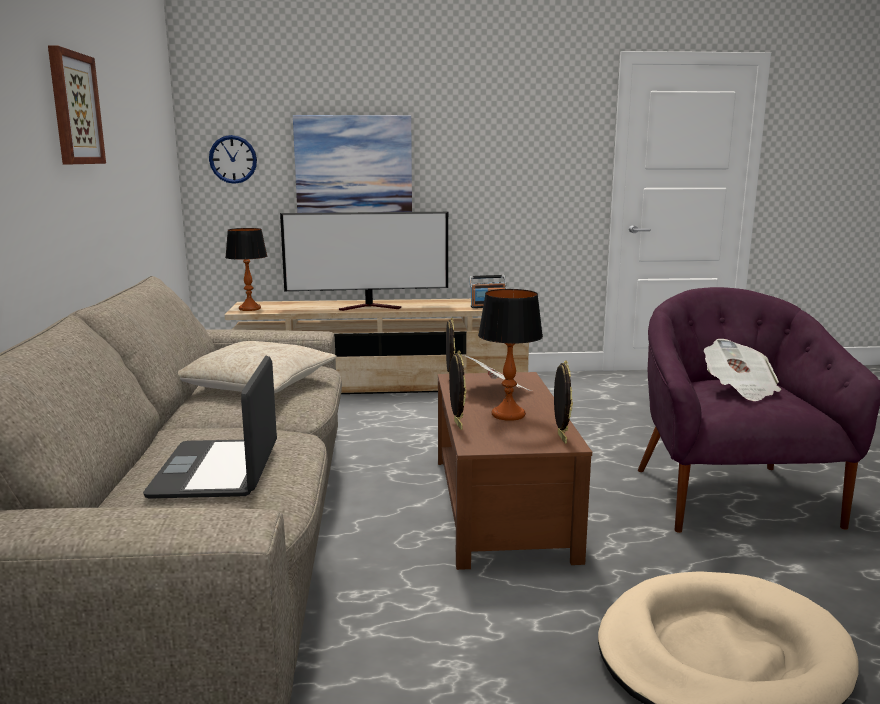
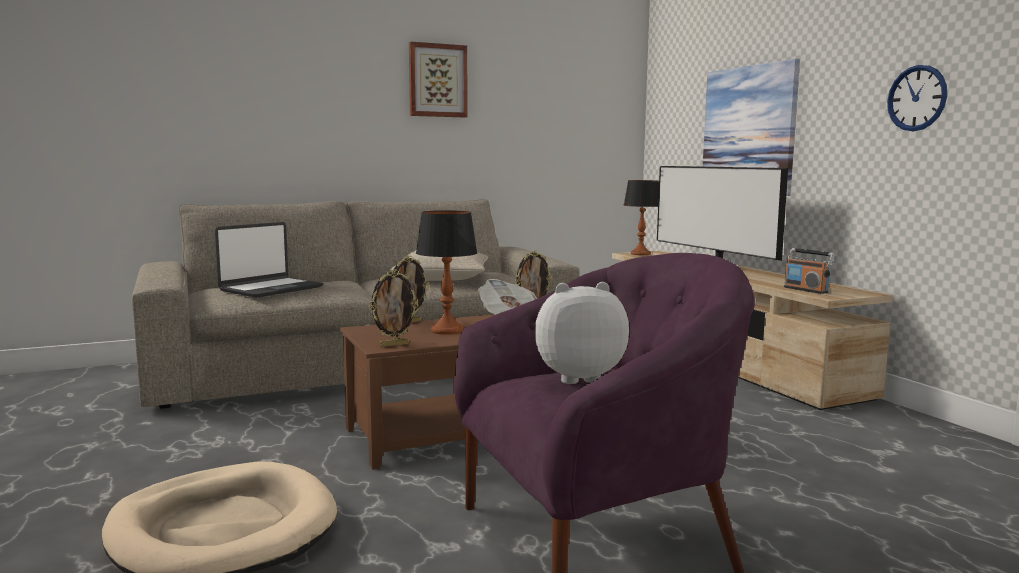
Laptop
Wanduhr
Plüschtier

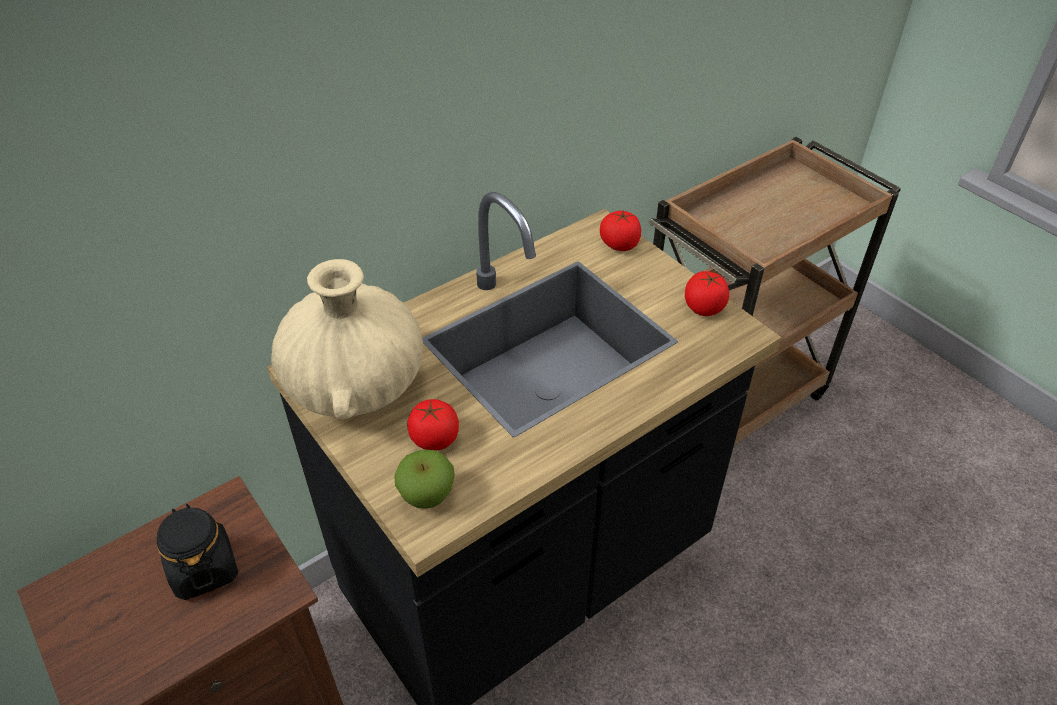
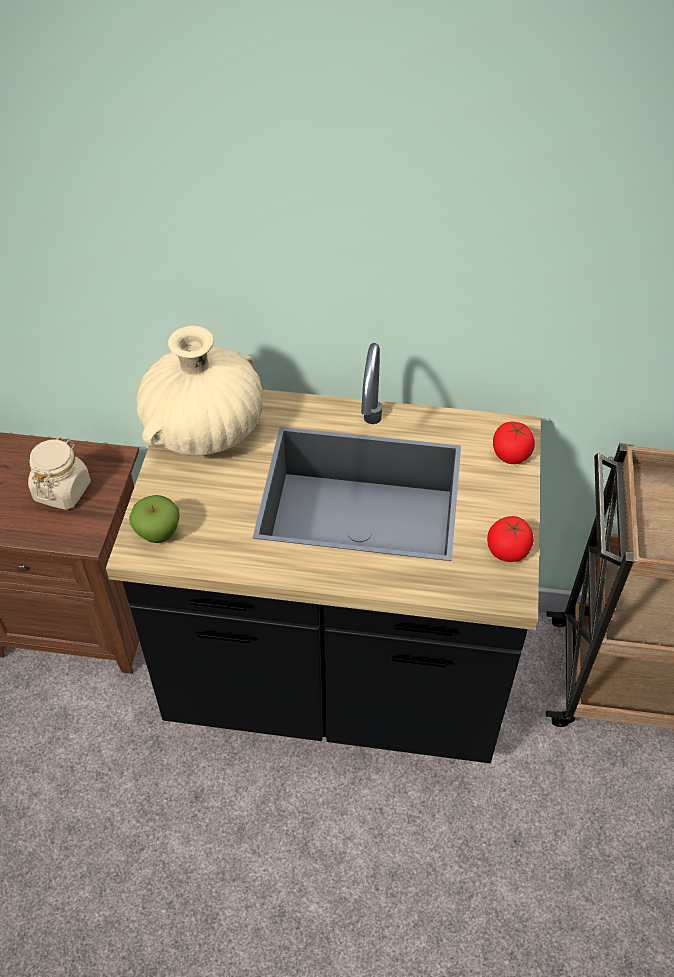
Vorratsglas (beige)
Tomate (1st from left in the first image)

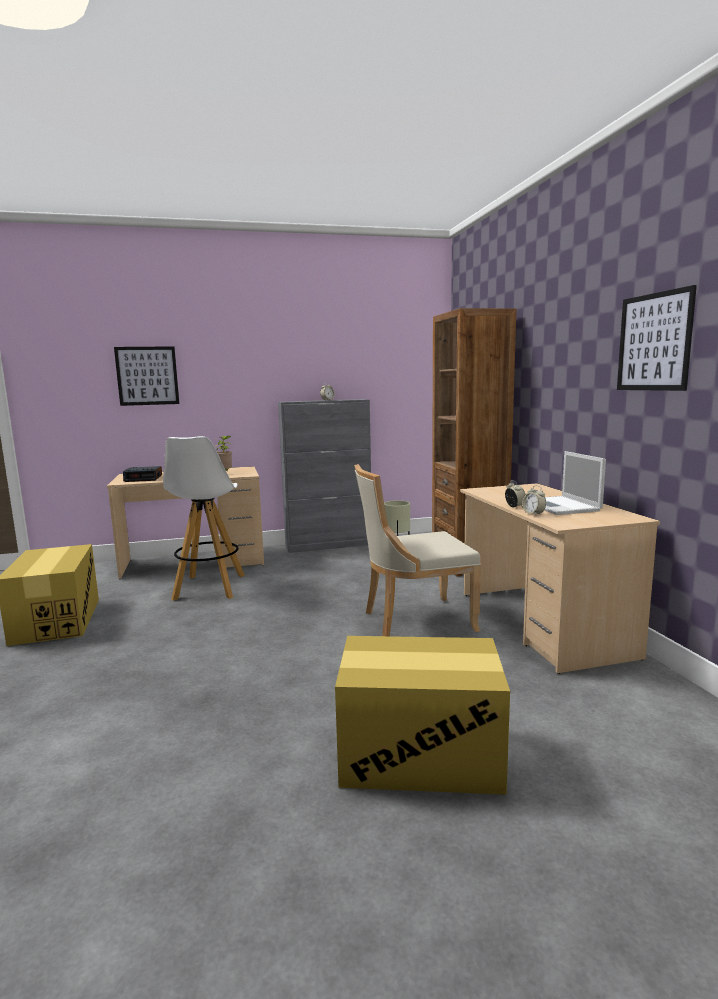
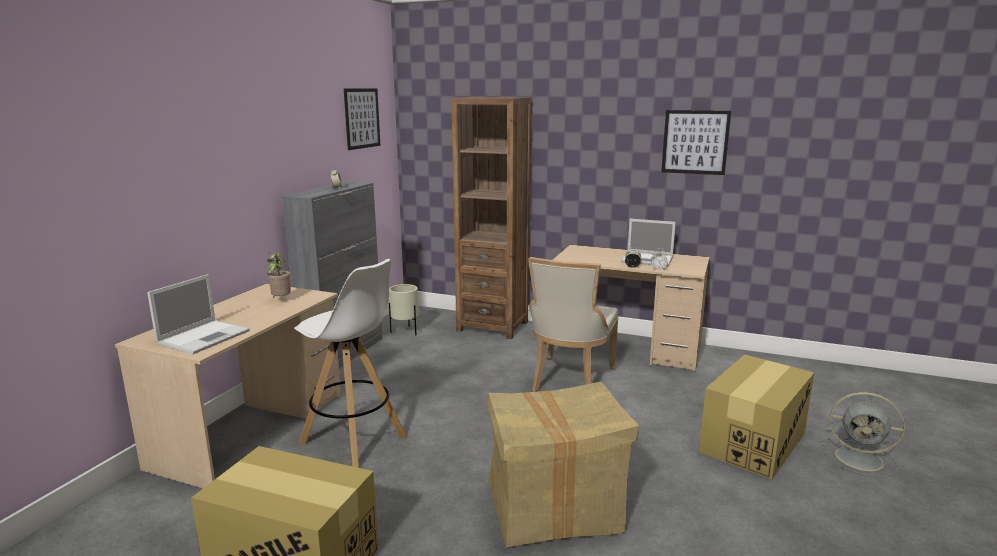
Bild (1st from left)
Laptop (1st from left)
Karton (2nd from left)
Ventilator (grau)

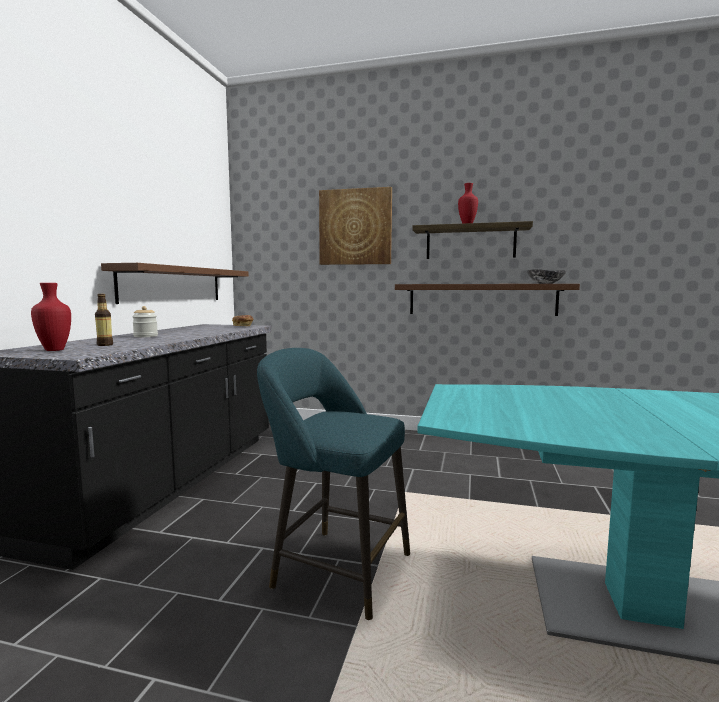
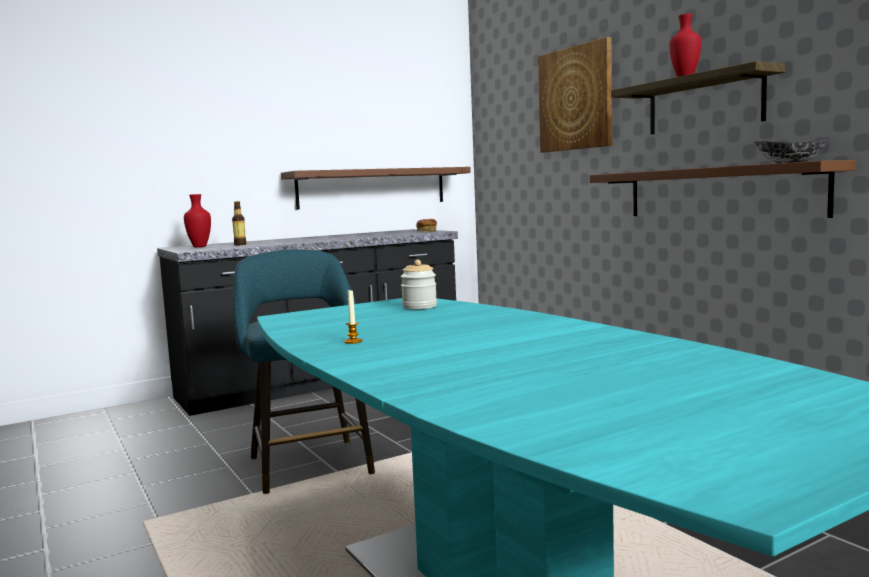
Vorratsglas
Kerze

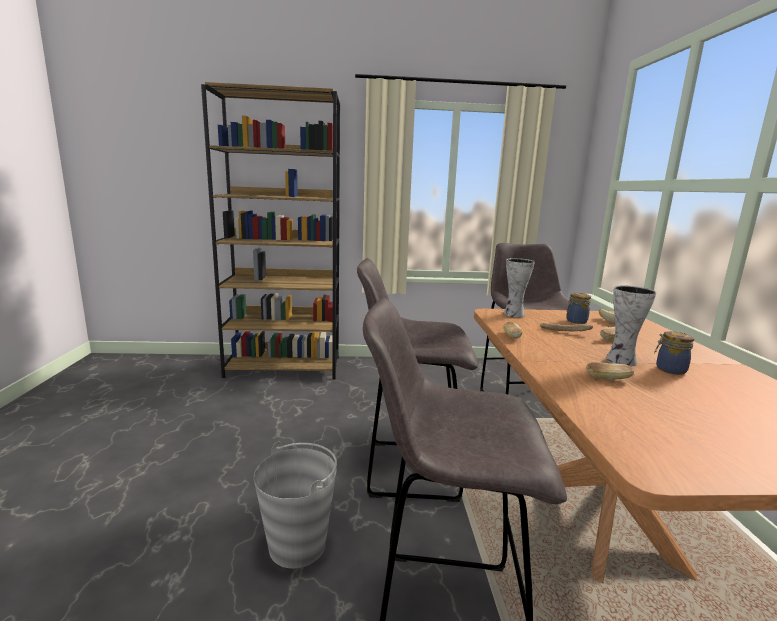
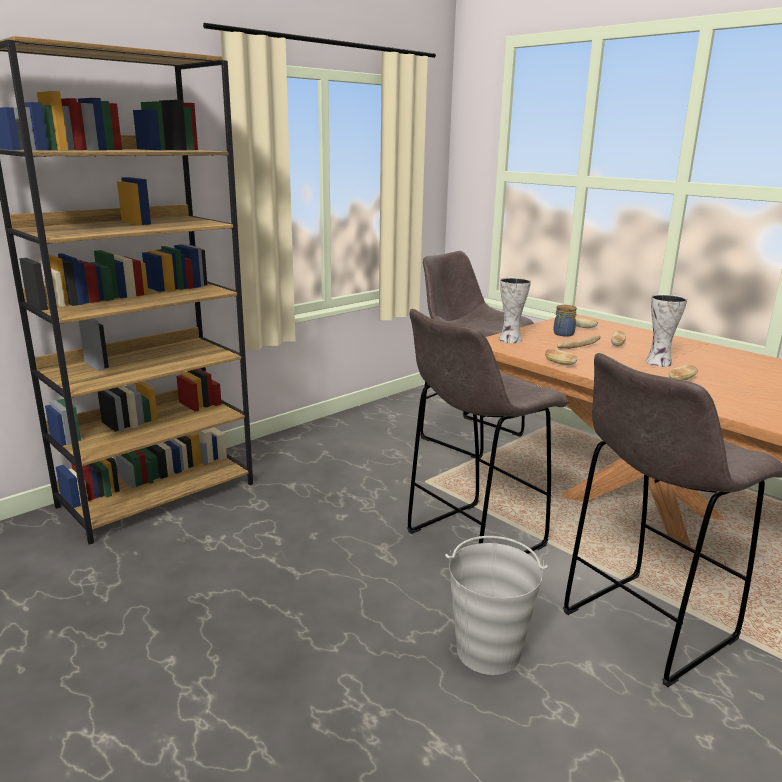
Vorratsglas (2nd from left in the first image)

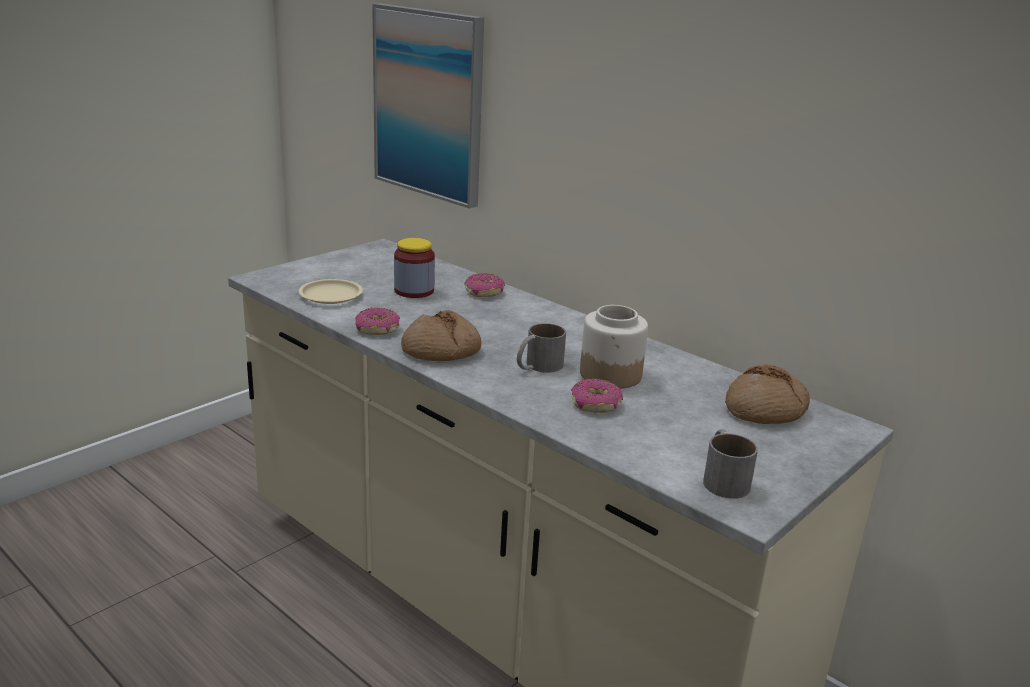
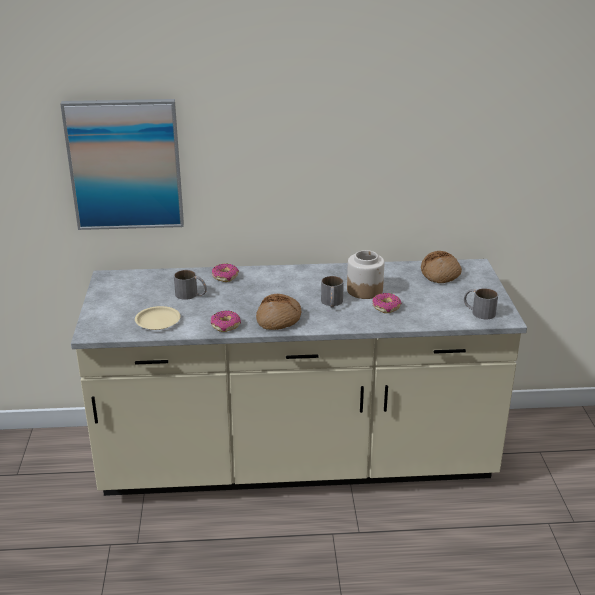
Henkelbecher (grau) (1st from left)

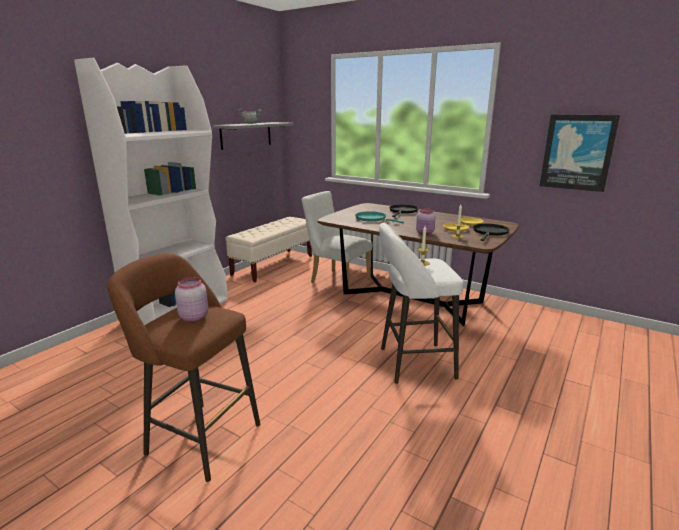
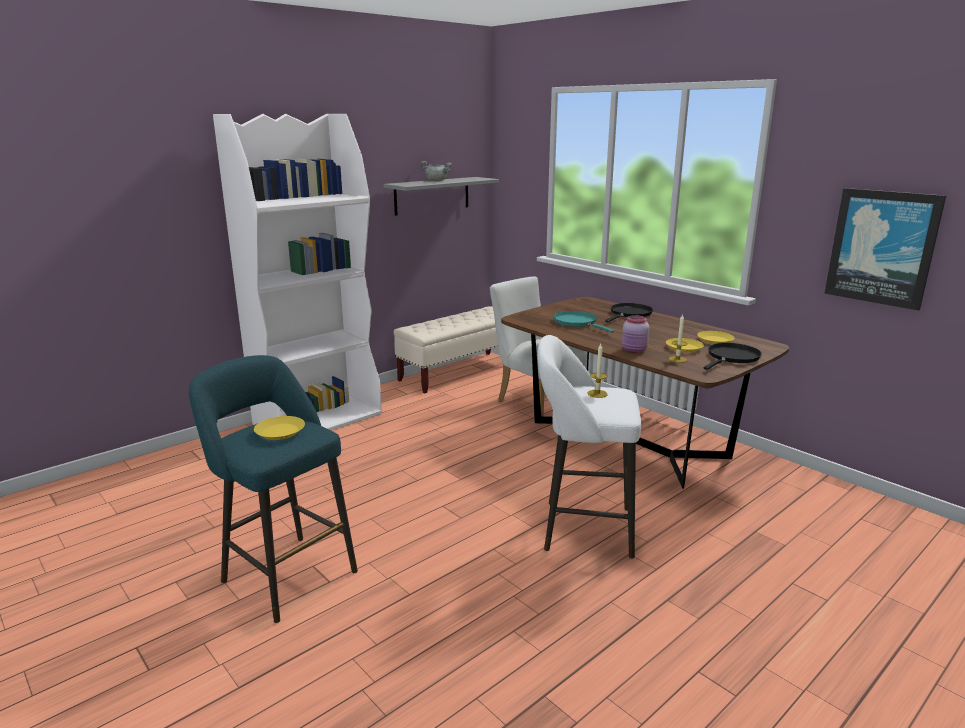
Hocker (türkis)
Teller (gelb) (1st from left)

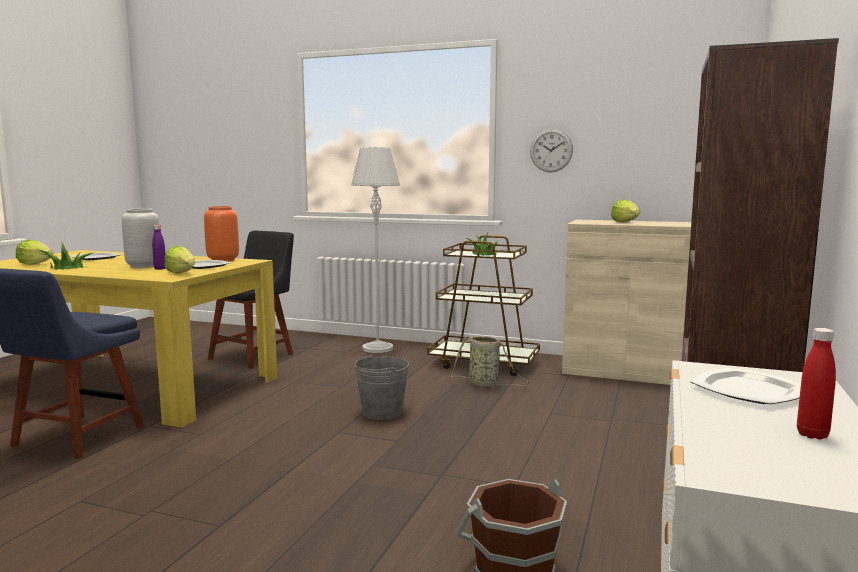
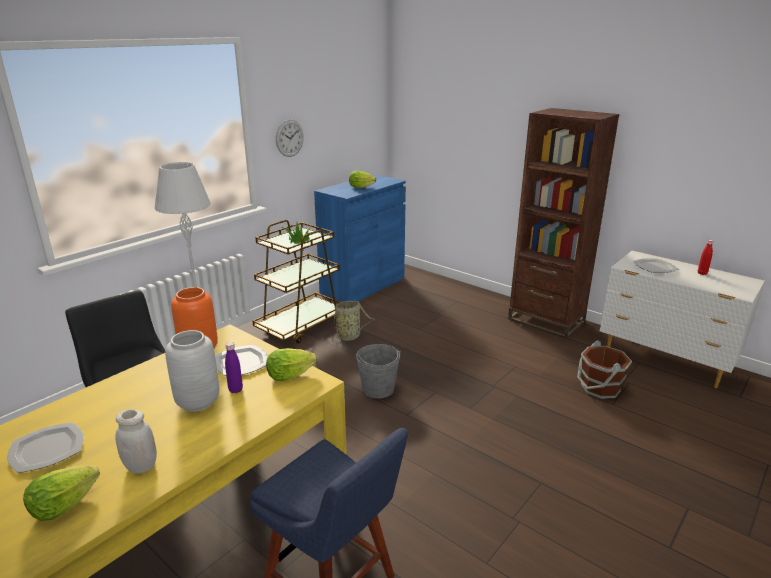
Vorratsglas (weiß)
Schrank (blau)

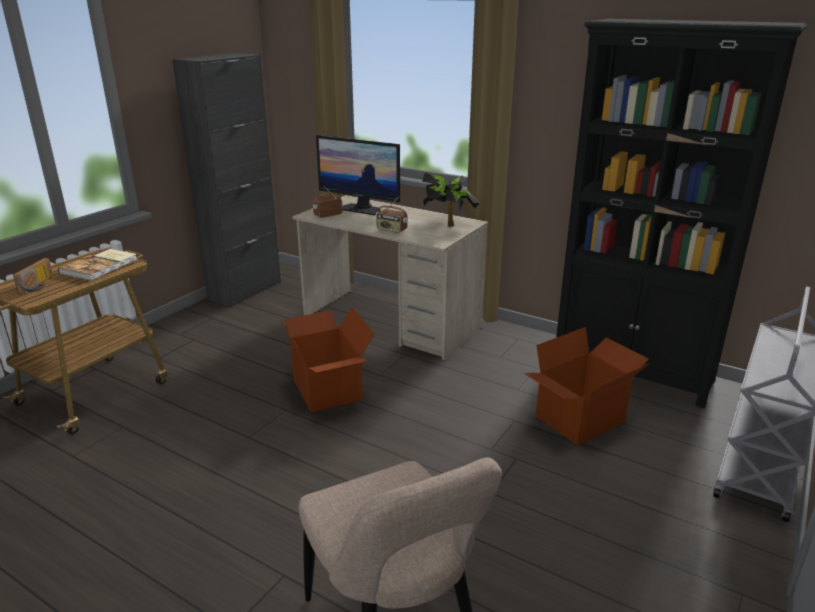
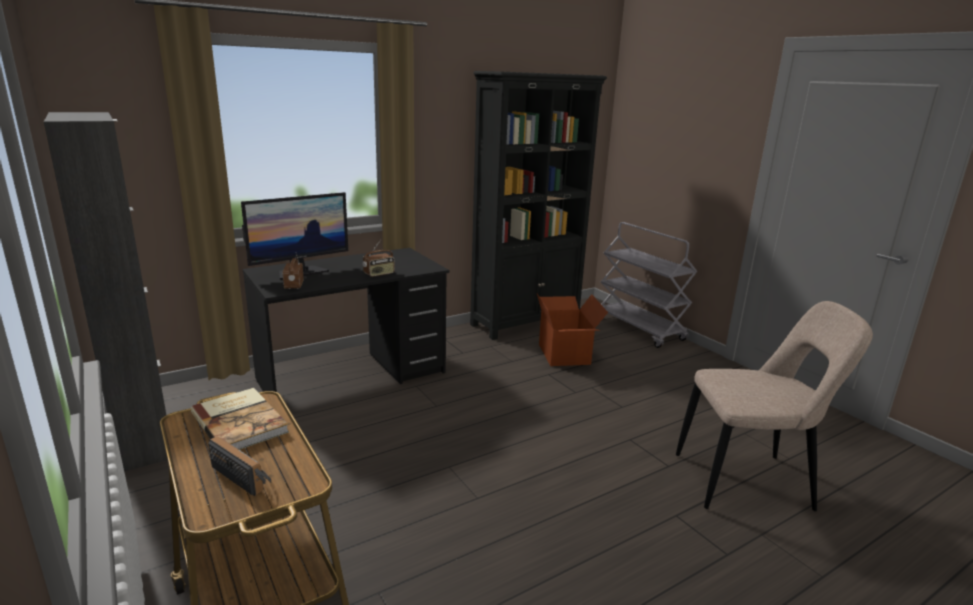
Karton (1st from left in the first image)
Schreibtisch (schwarz)
Topfpflanze

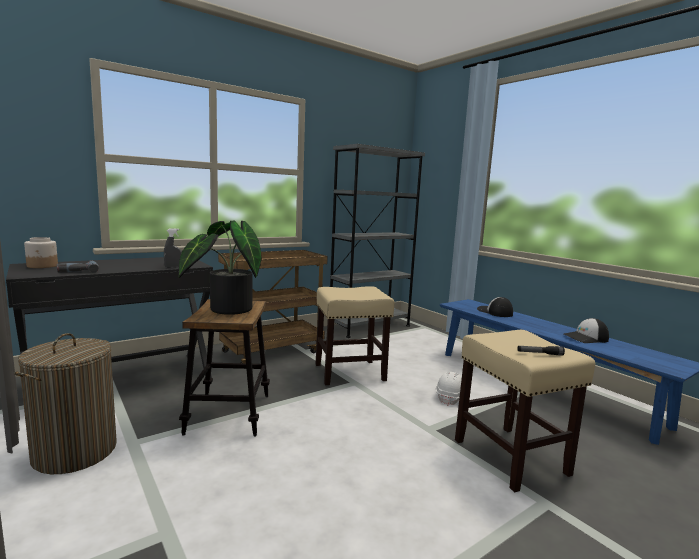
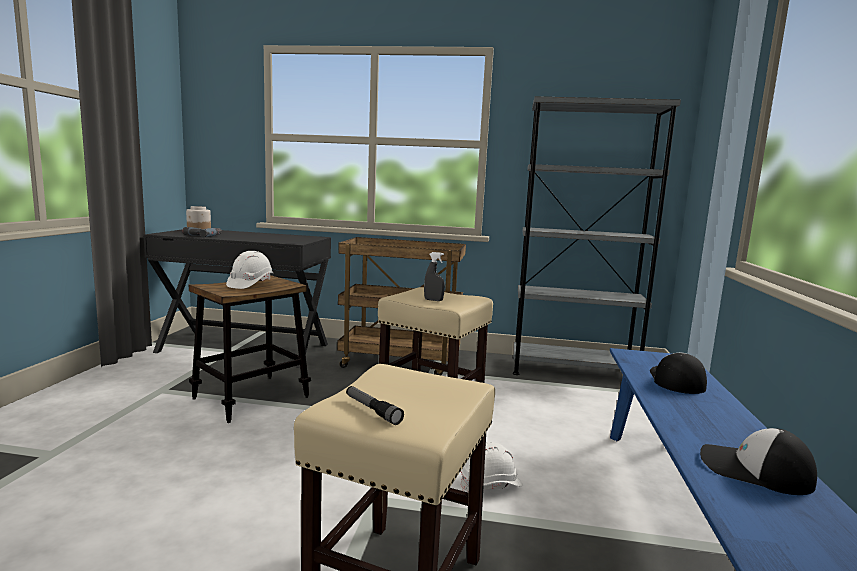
Wäschekorb
Sprühflasche (grau)
Schutzhelm (weiß) (1st from left)

